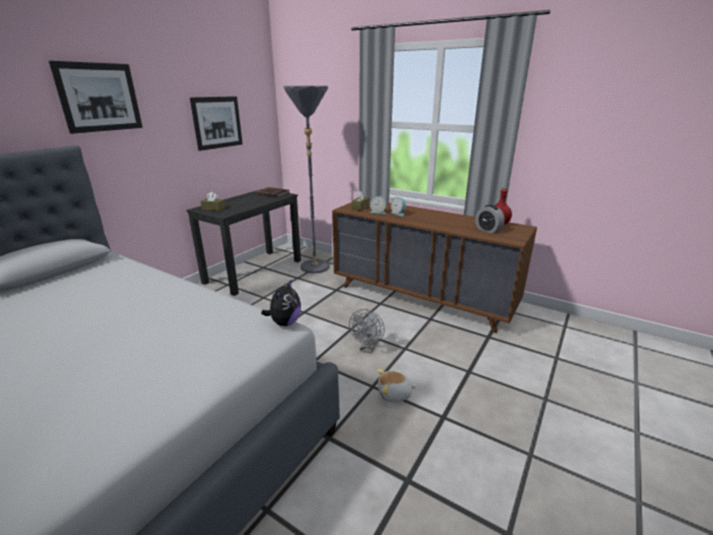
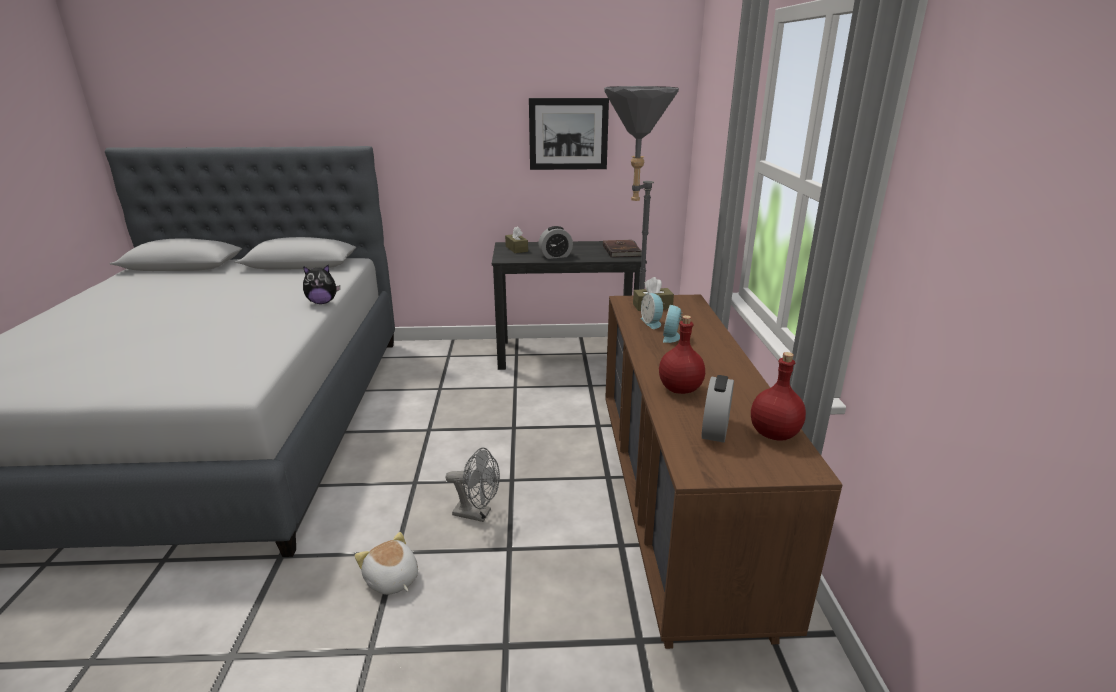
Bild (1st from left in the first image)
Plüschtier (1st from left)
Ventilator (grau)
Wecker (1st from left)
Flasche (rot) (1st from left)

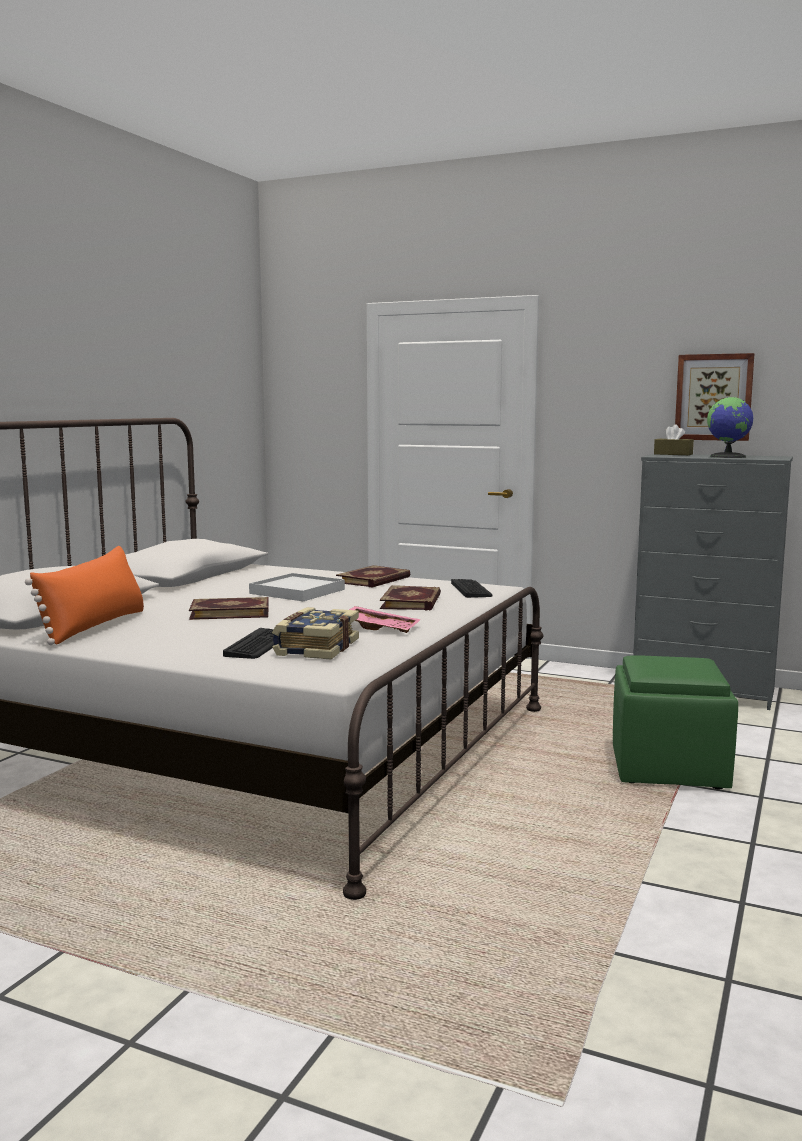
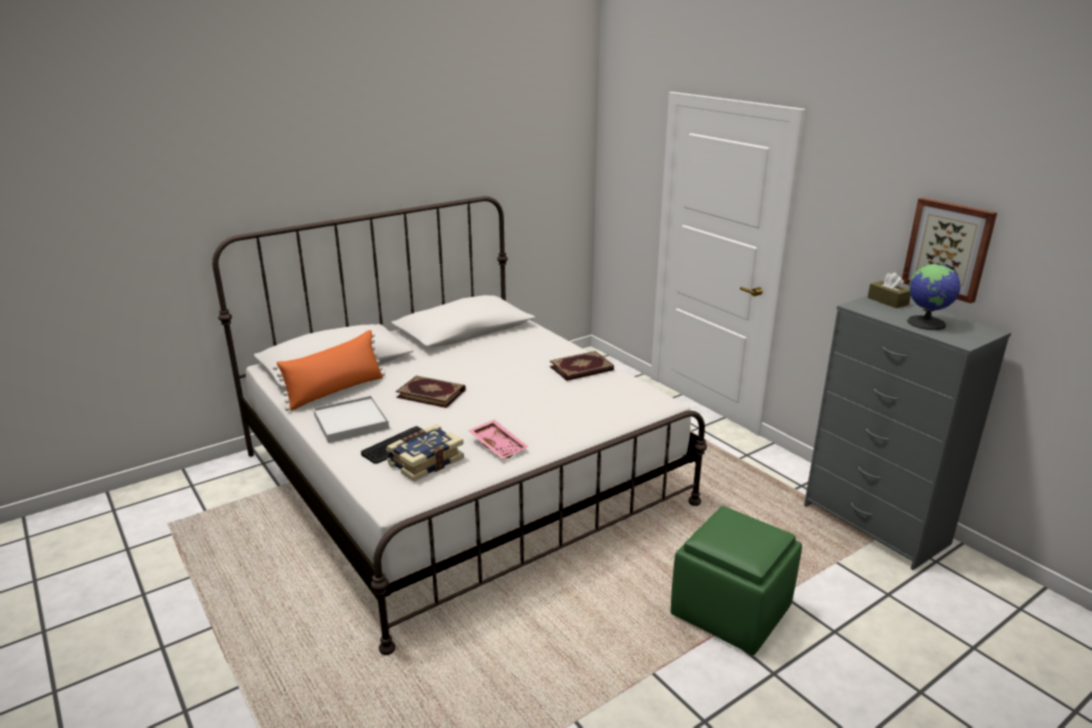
Tablett (weiß)
Buch (4th from left in the first image)
Tastatur (2nd from left in the first image)

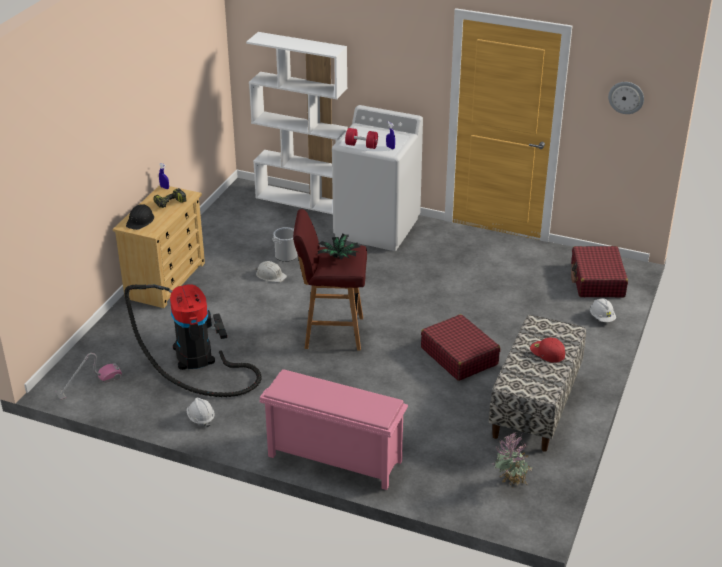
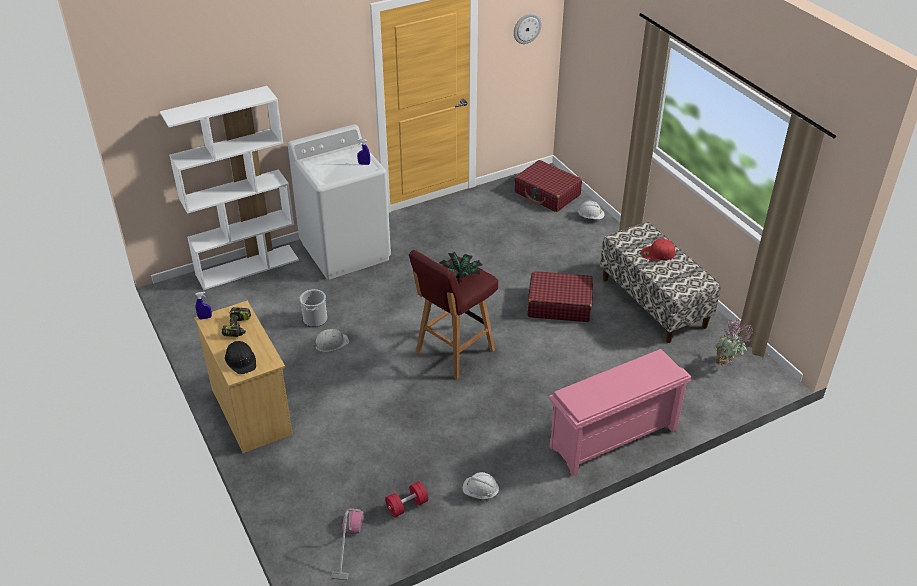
Staubsauger (2nd from left in the first image)
Hantel (rot)

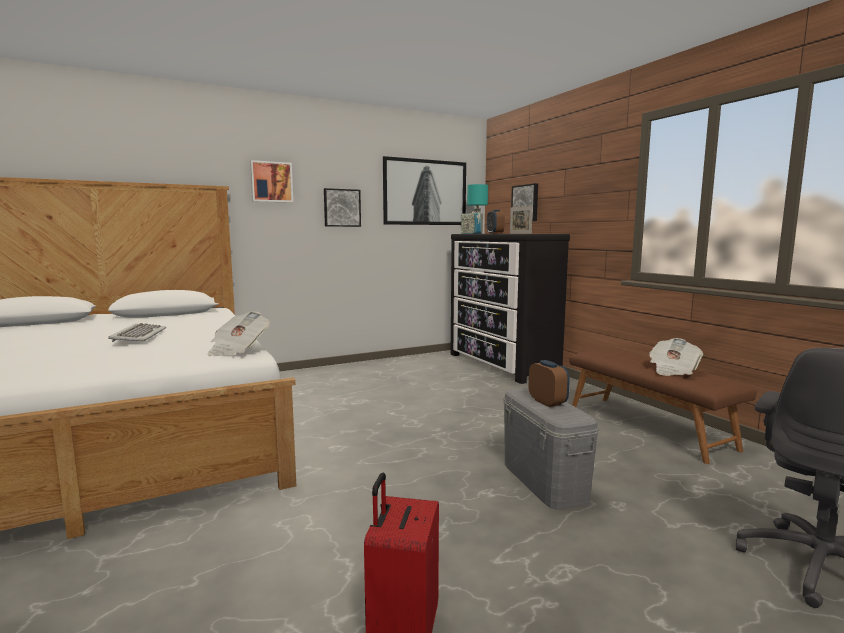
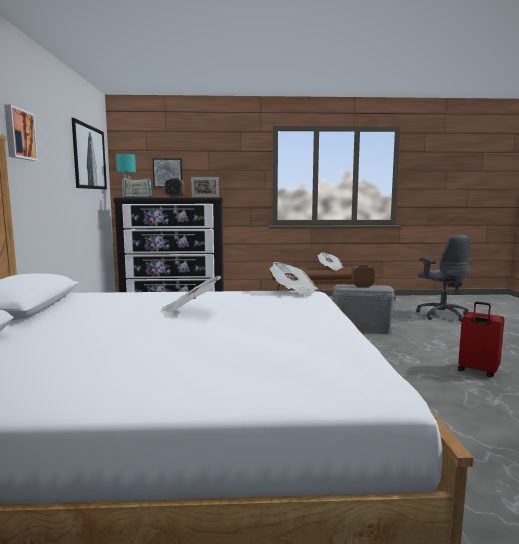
Zeitung (1st from left)
Bild (2nd from left in the first image)

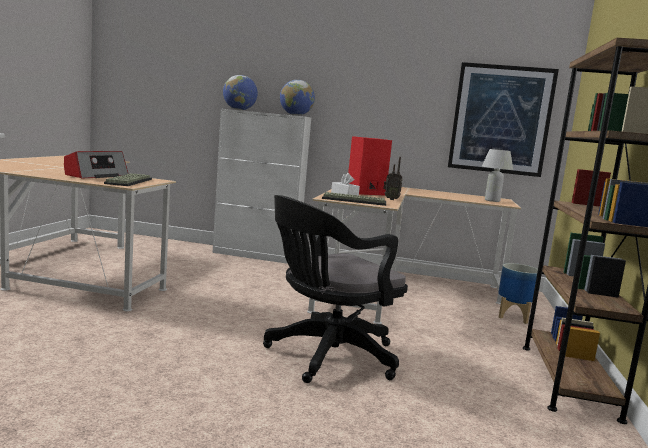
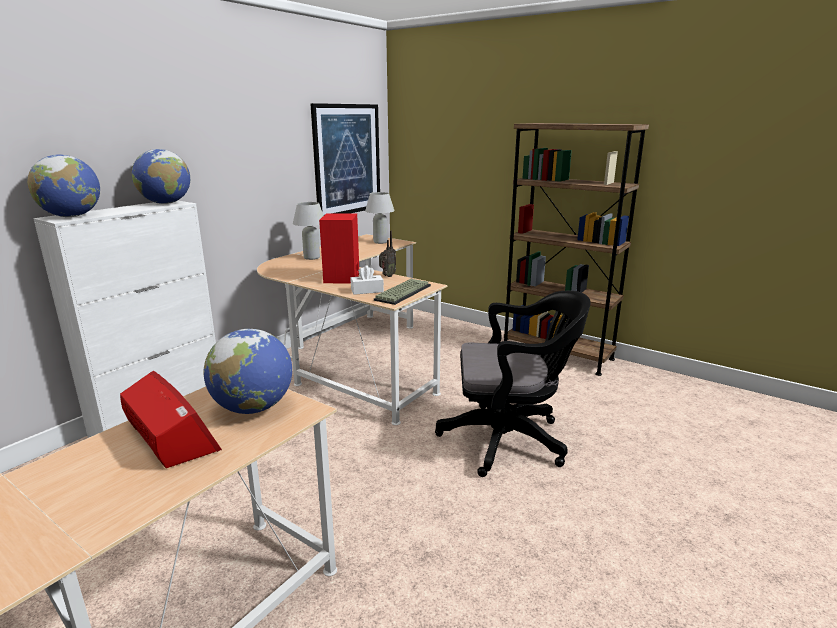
Globus (3rd from left)
Bürostuhl (schwarz)
Pflanzkübel
Tischlampe (weiß) (1st from left)

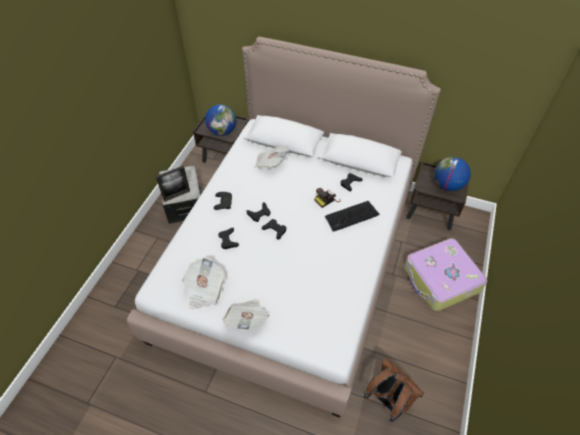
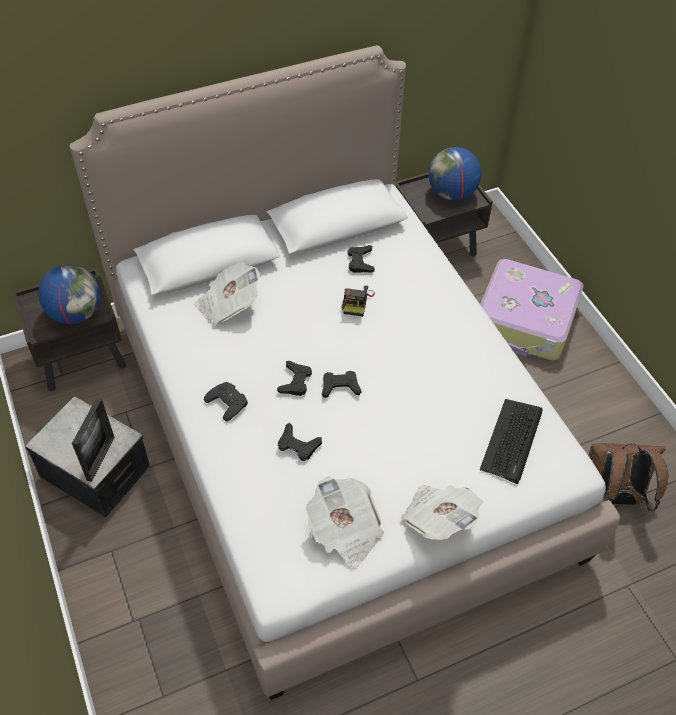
Tastatur

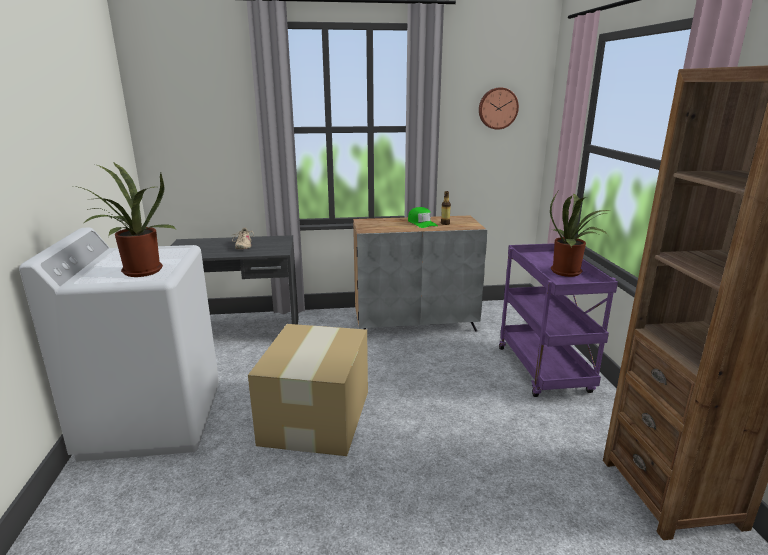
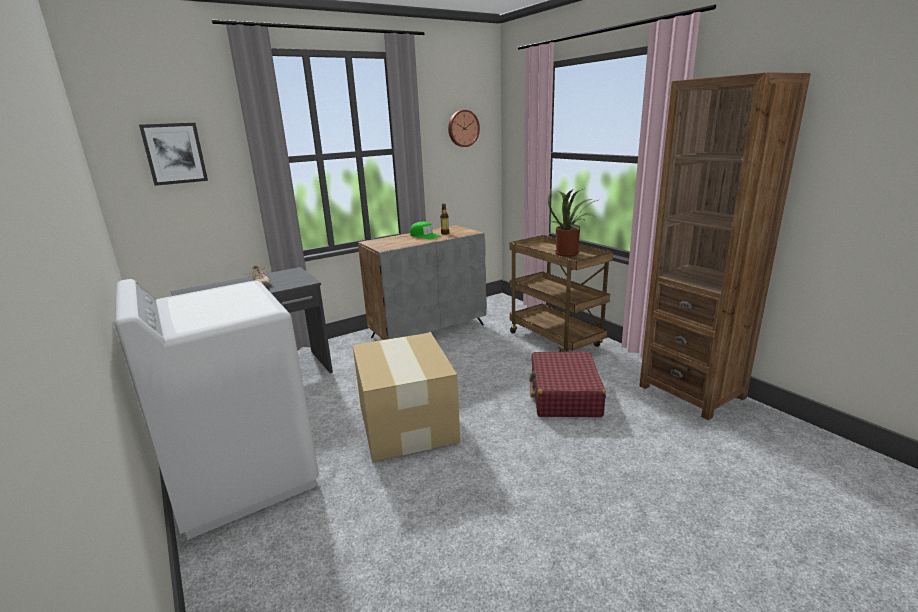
Topfpflanze (1st from left in the first image)
Rollwagen (braun)
Bild
Koffer (rot)

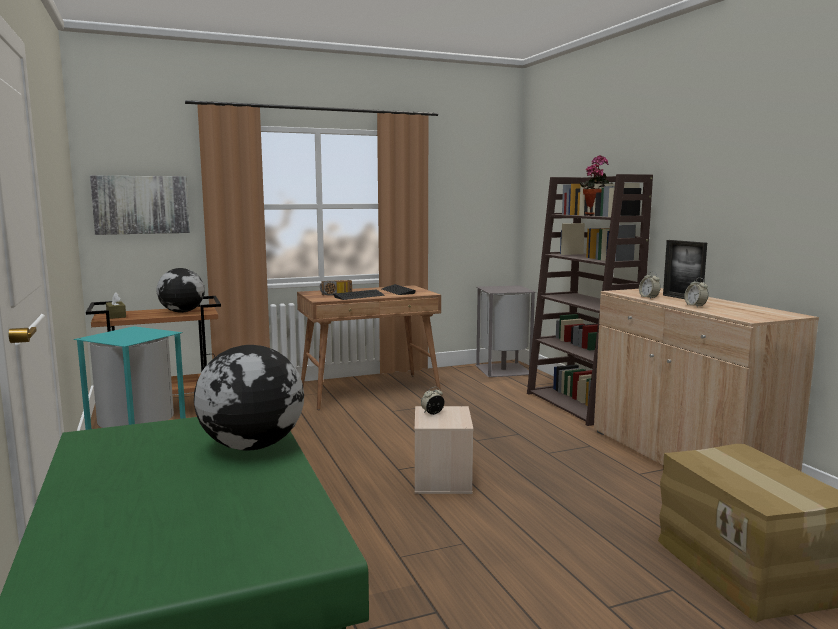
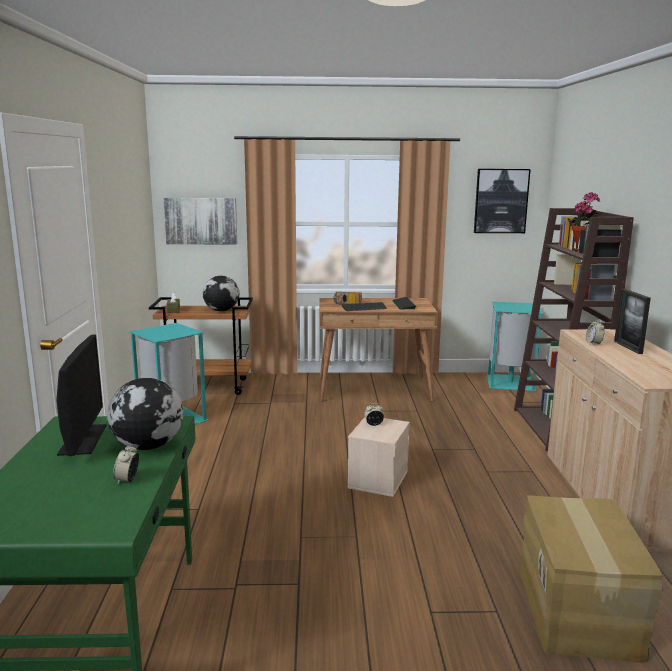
Mülleimer (türkis) (2nd from left)
Wecker (1st from left)
Monitor
Bild (2nd from left)

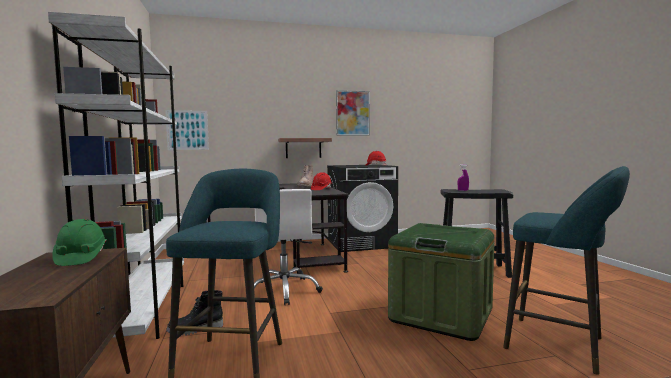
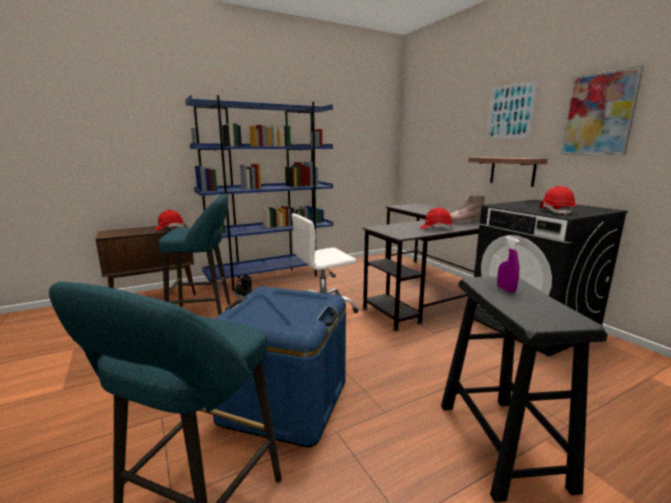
Bücherregal (blau)
Schutzhelm (rot) (1st from left)
Bild (1st from left)
Aufbewahrungsbox (blau)

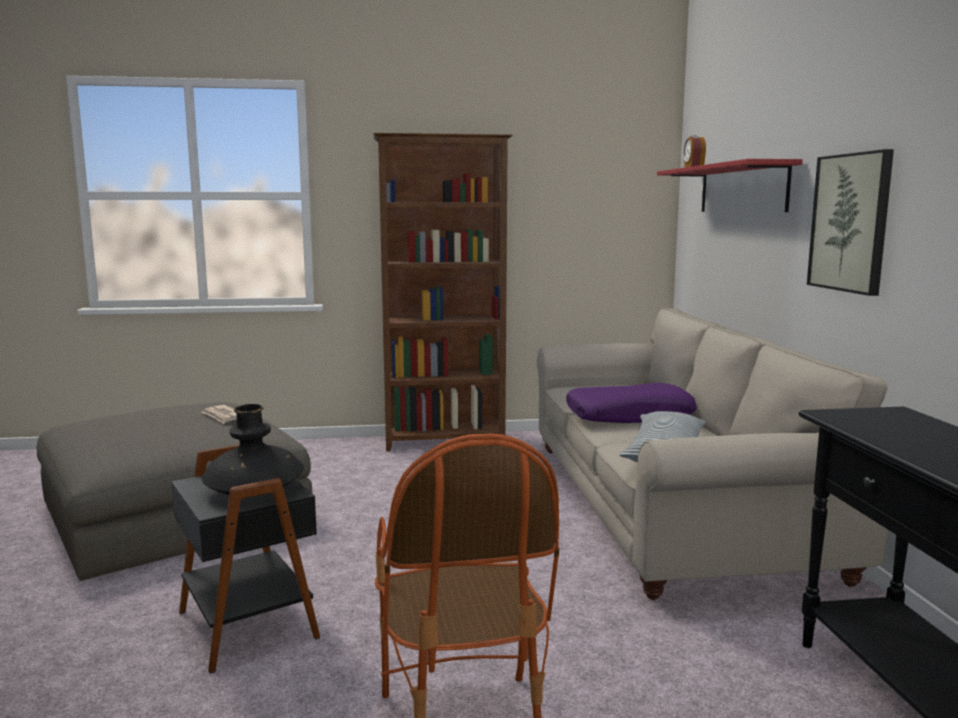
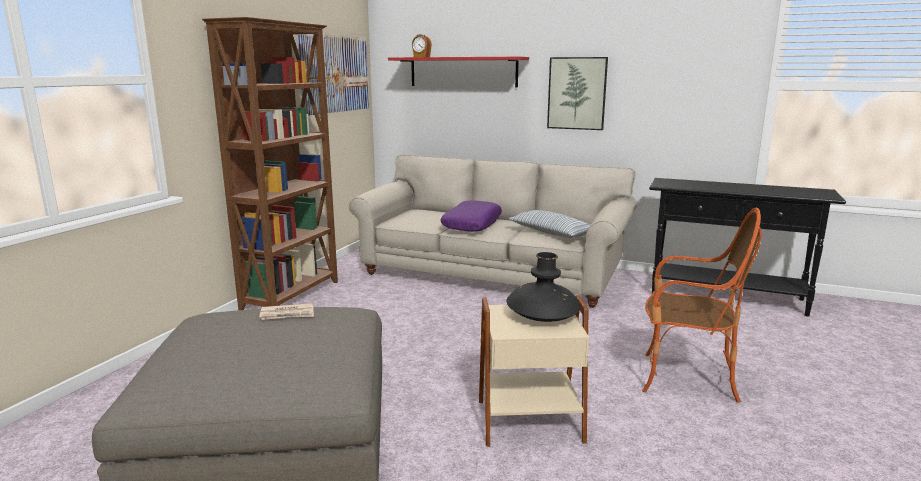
Beistelltisch (beige)
Bild (1st from left)

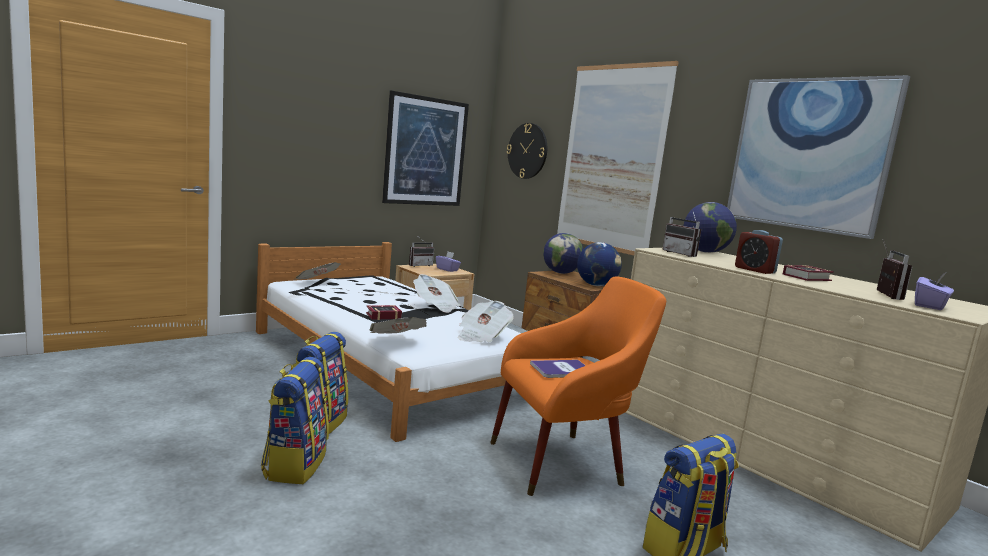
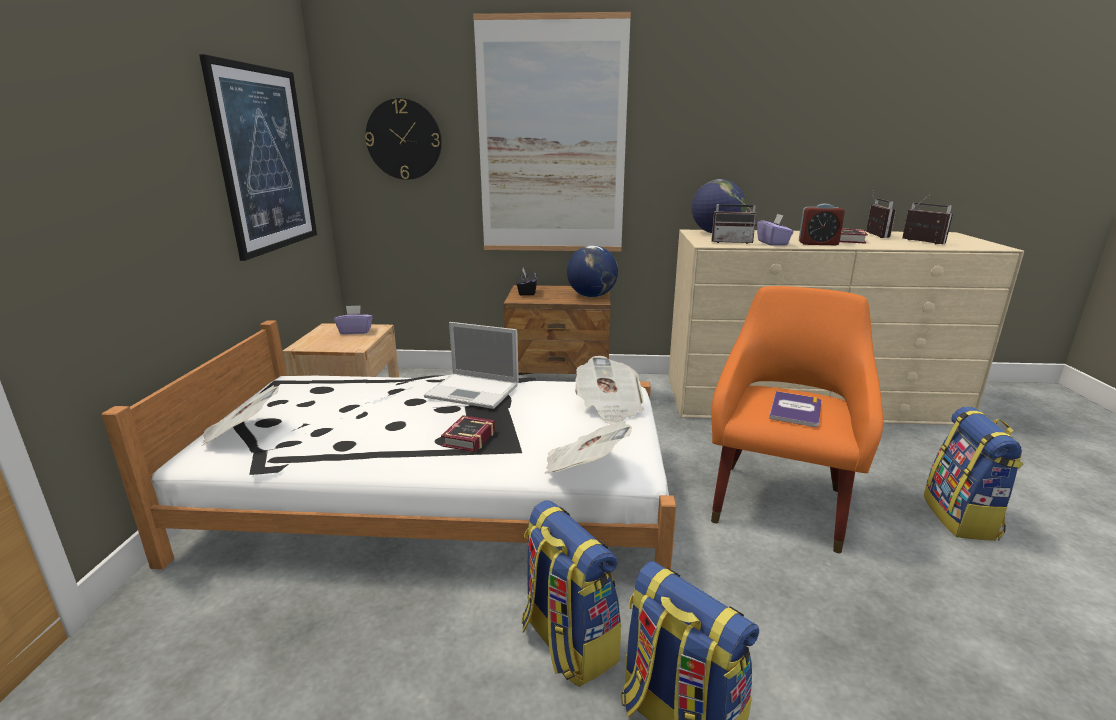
Radio (2nd from left)
Laptop
Taschentuchbox (schwarz)
Bild (3rd from left in the first image)
Taschentuchbox (lila) (2nd from left)

